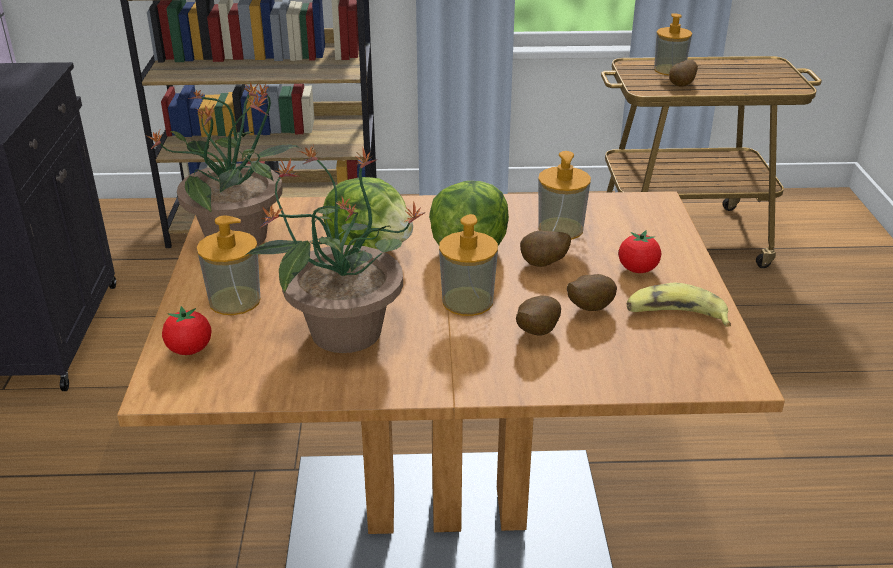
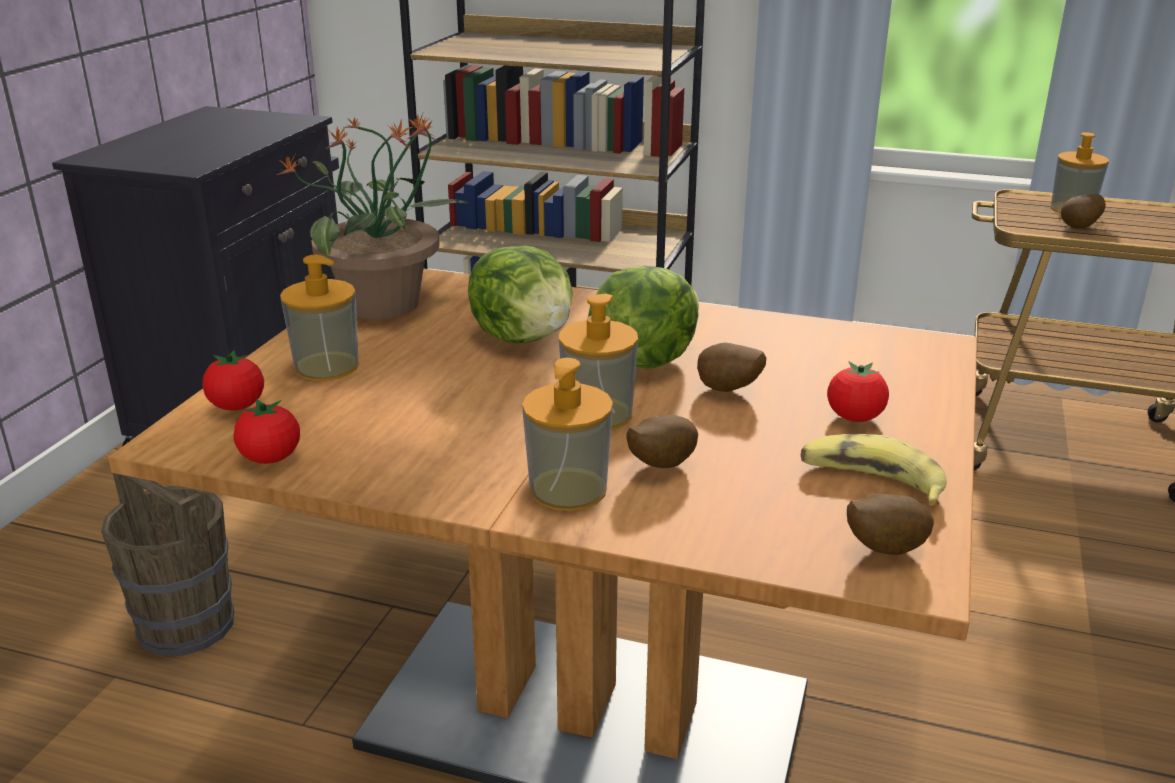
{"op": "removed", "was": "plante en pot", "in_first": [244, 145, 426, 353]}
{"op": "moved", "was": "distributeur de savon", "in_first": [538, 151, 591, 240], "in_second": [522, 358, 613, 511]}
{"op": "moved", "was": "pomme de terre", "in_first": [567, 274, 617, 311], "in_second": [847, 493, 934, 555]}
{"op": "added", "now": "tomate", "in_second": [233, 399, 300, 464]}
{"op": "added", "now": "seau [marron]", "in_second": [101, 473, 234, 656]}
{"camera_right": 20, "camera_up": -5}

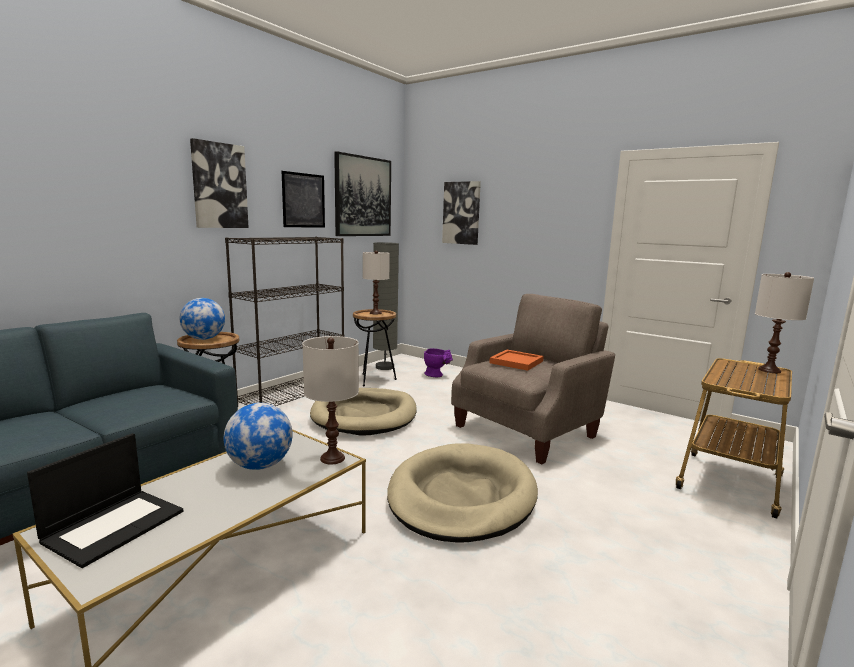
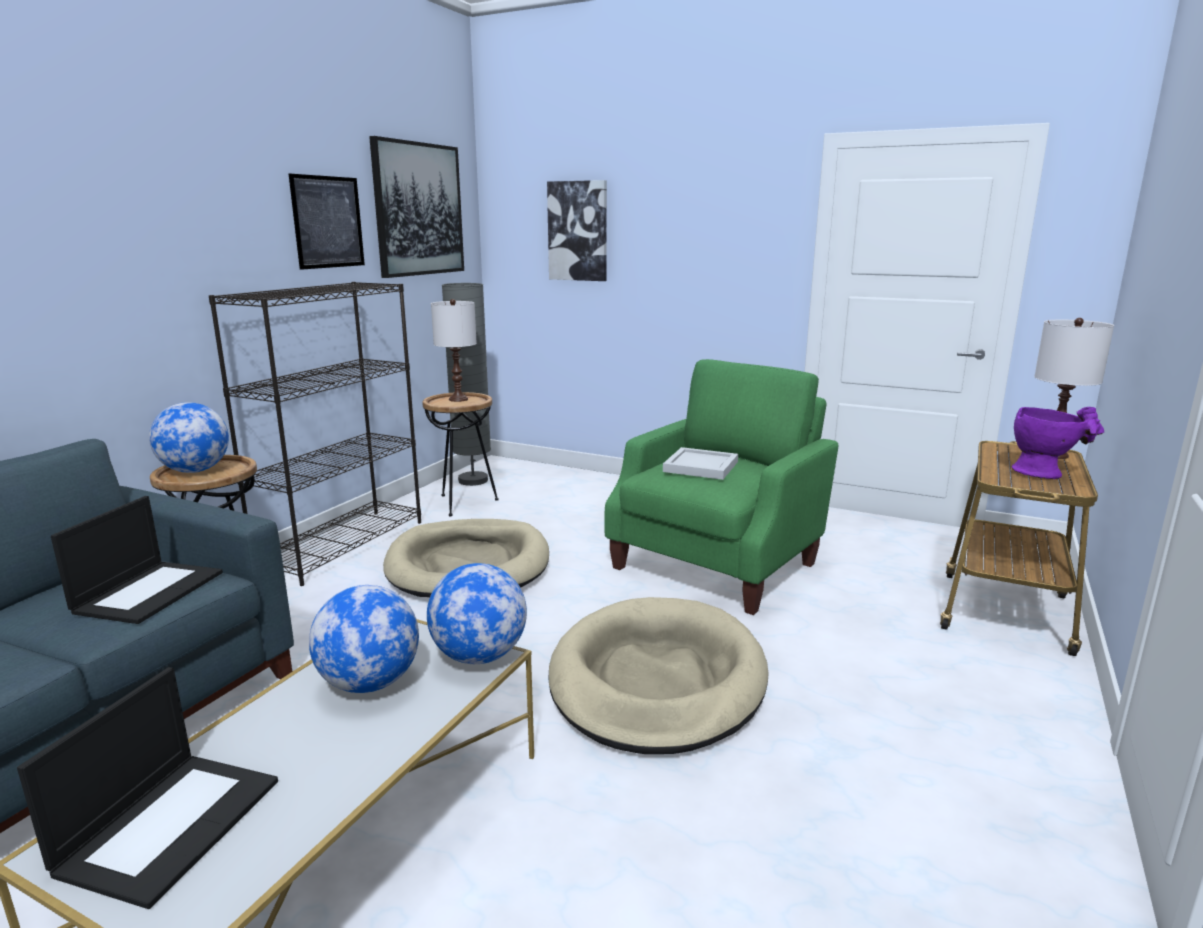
{"op": "removed", "was": "tableau", "in_first": [190, 138, 249, 228]}
{"op": "recoloured", "was": "fauteuil [beige]", "now": "fauteuil [vert]", "in_first": [451, 294, 615, 465], "in_second": [604, 359, 838, 615]}
{"op": "replaced", "was": "lampe de table [blanc]", "now": "globe", "in_first": [302, 336, 359, 464], "in_second": [427, 563, 527, 664]}
{"op": "moved", "was": "vase [violet]", "in_first": [424, 348, 453, 377], "in_second": [1012, 407, 1104, 479]}
{"op": "recoloured", "was": "plateau [orange]", "now": "plateau [blanc]", "in_first": [489, 350, 544, 371], "in_second": [663, 447, 738, 480]}
{"op": "added", "now": "ordinateur portable", "in_second": [51, 496, 223, 624]}
{"camera_right": -10, "camera_up": 5}

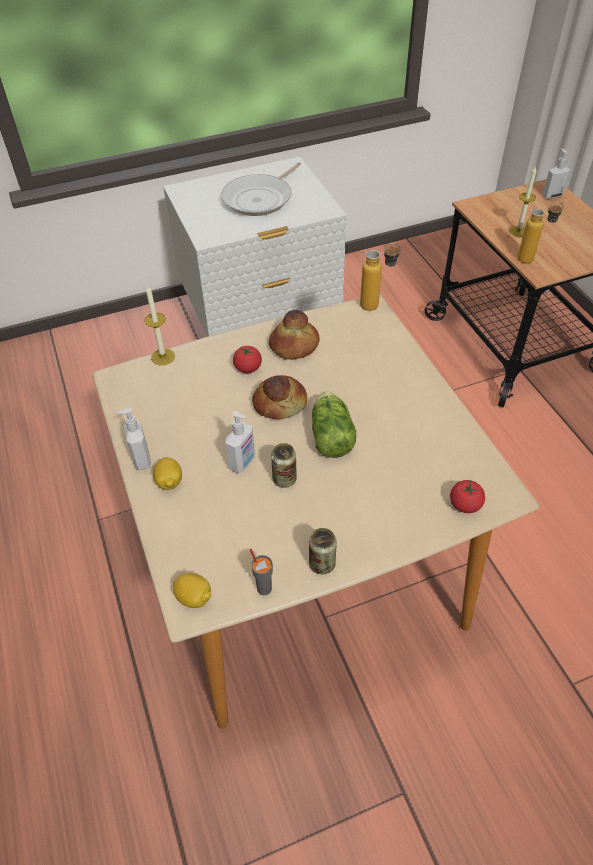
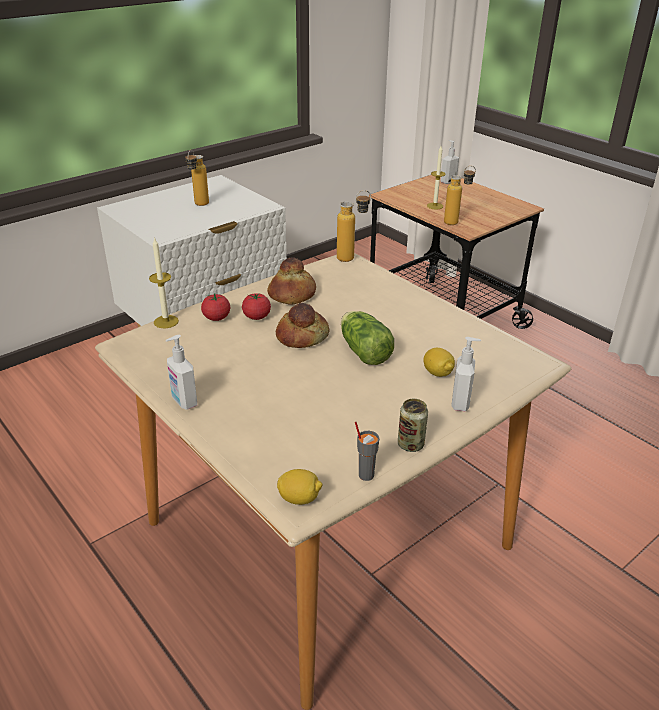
{"op": "replaced", "was": "poêle", "now": "bouteille", "in_first": [221, 162, 301, 216], "in_second": [185, 150, 209, 206]}
{"op": "moved", "was": "distributeur de savon", "in_first": [225, 411, 255, 474], "in_second": [452, 337, 481, 412]}
{"op": "removed", "was": "boîte métallique", "in_first": [271, 443, 297, 488]}
{"op": "moved", "was": "citron", "in_first": [153, 457, 182, 490], "in_second": [423, 348, 455, 377]}
{"op": "moved", "was": "tomate", "in_first": [450, 480, 485, 513], "in_second": [201, 293, 230, 321]}
{"camera_right": -20, "camera_up": -15}

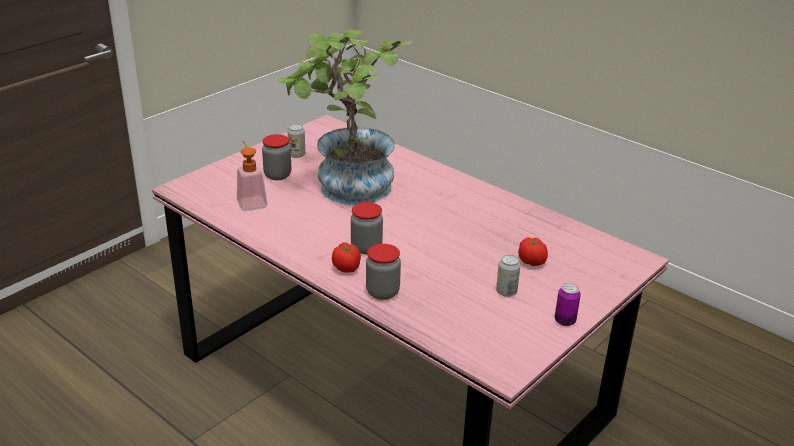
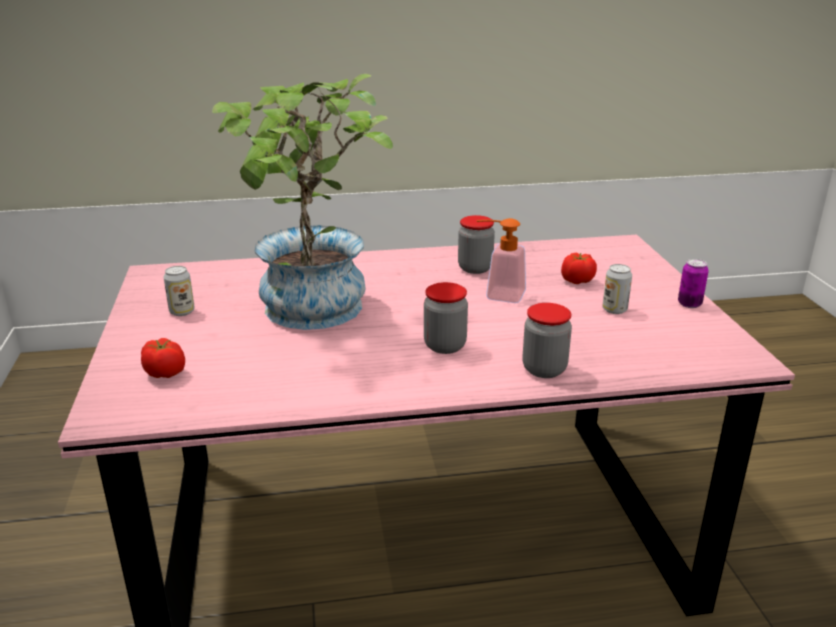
{"op": "moved", "was": "bocal", "in_first": [262, 134, 291, 180], "in_second": [458, 215, 495, 274]}
{"op": "moved", "was": "distributeur de savon", "in_first": [237, 141, 268, 211], "in_second": [476, 218, 526, 303]}
{"op": "moved", "was": "tomate", "in_first": [332, 242, 361, 273], "in_second": [141, 338, 185, 378]}
{"camera_right": -50, "camera_up": -5}

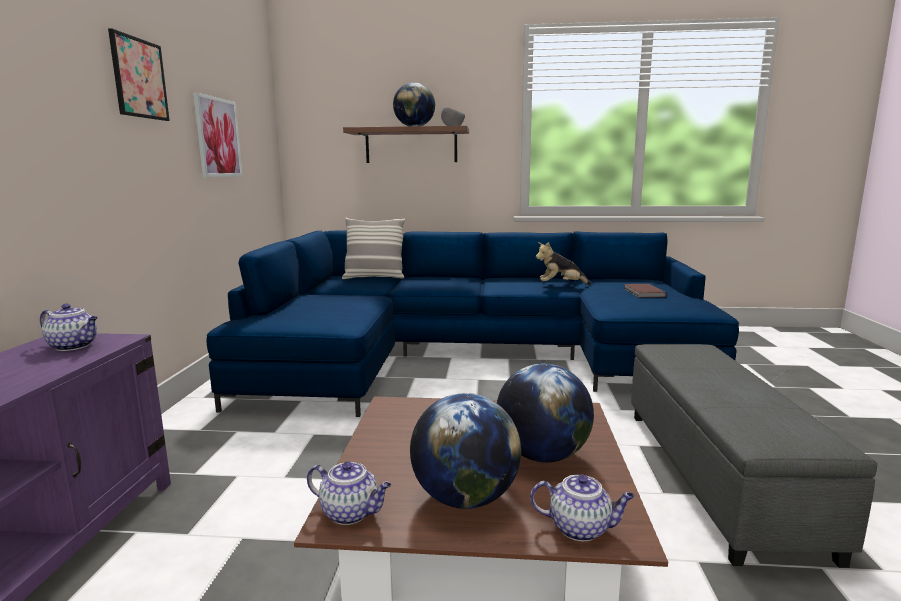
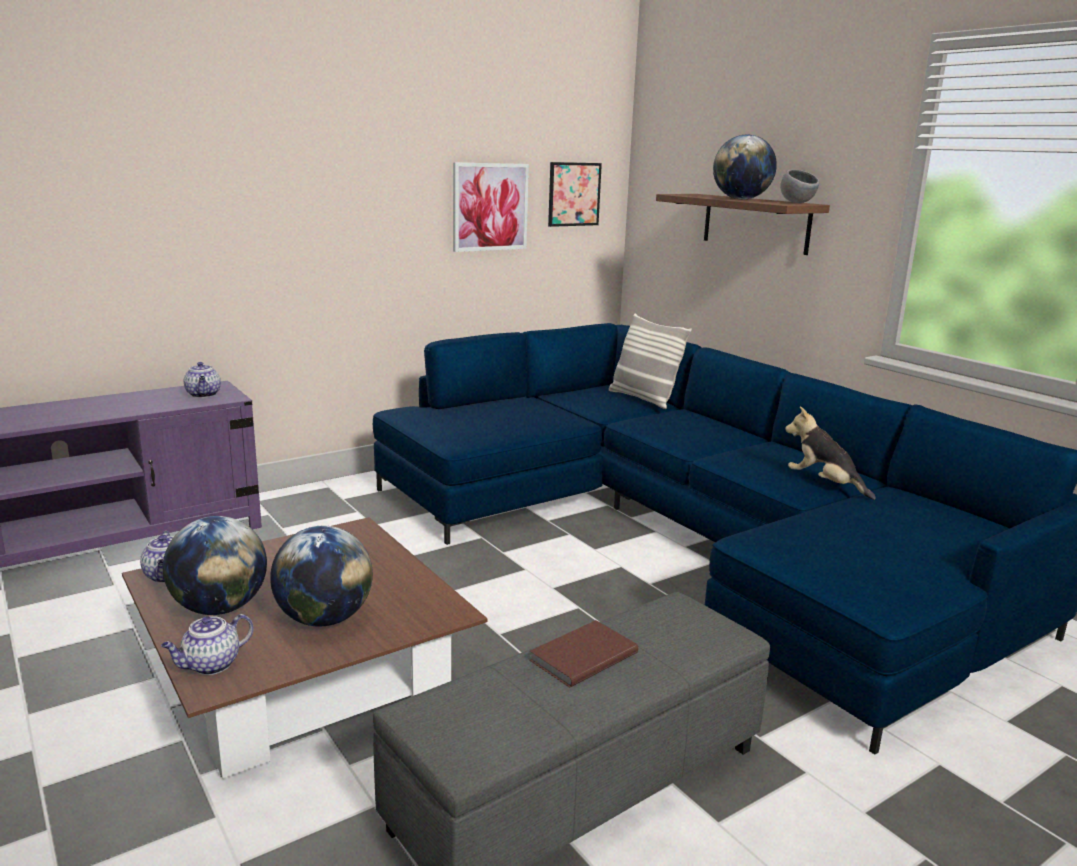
{"op": "moved", "was": "tableau", "in_first": [108, 28, 170, 121], "in_second": [548, 162, 602, 227]}
{"op": "moved", "was": "livre [marron]", "in_first": [624, 284, 667, 298], "in_second": [530, 620, 638, 688]}
{"op": "turned", "was": "théière", "in_first": [530, 474, 635, 541], "in_second": [161, 614, 254, 675], "clockwise": 75}
{"camera_right": 50, "camera_up": 5}

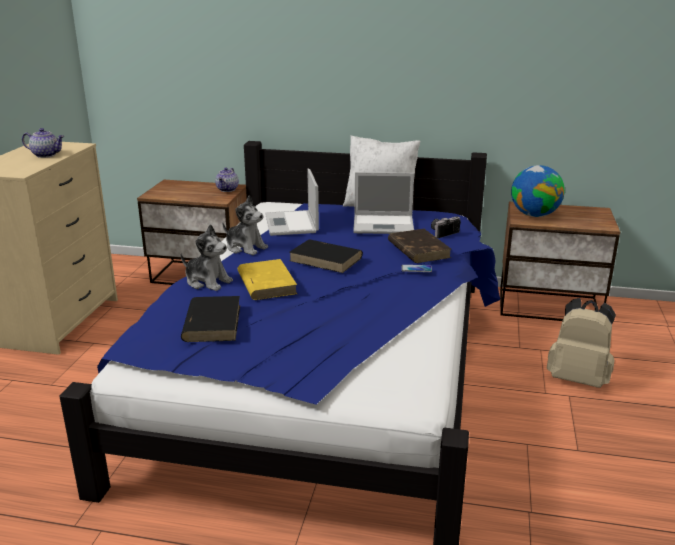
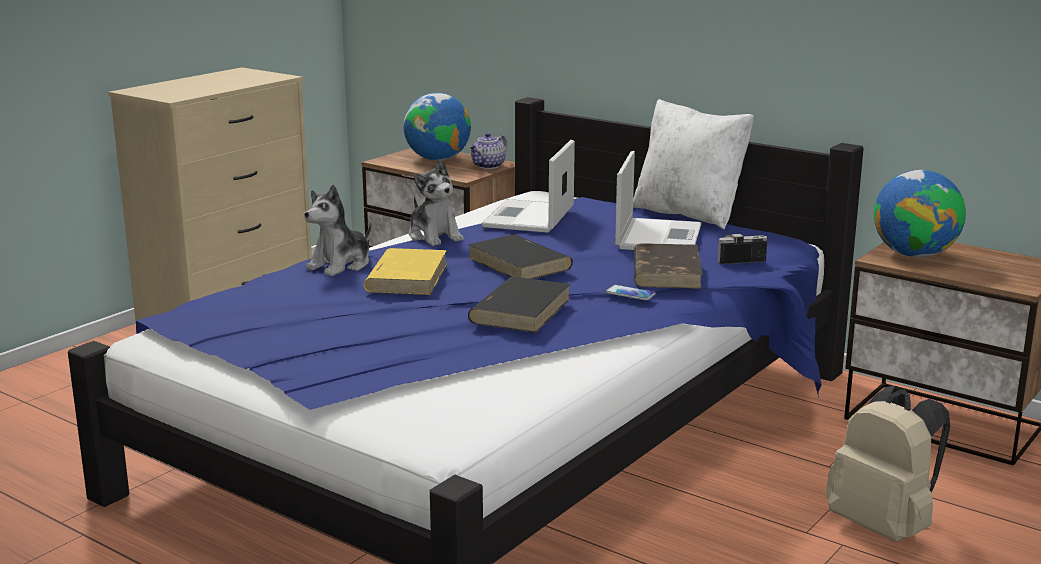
{"op": "removed", "was": "théière", "in_first": [22, 128, 64, 158]}
{"op": "turned", "was": "ordinateur portable", "in_first": [353, 172, 414, 234], "in_second": [615, 151, 702, 250], "clockwise": -105}
{"op": "turned", "was": "peluche", "in_first": [181, 224, 233, 291], "in_second": [304, 184, 372, 276], "clockwise": 75}
{"op": "moved", "was": "livre [noir]", "in_first": [181, 296, 240, 342], "in_second": [468, 277, 571, 333]}
{"op": "added", "now": "globe", "in_second": [403, 93, 471, 160]}
{"camera_right": 25, "camera_up": -5}

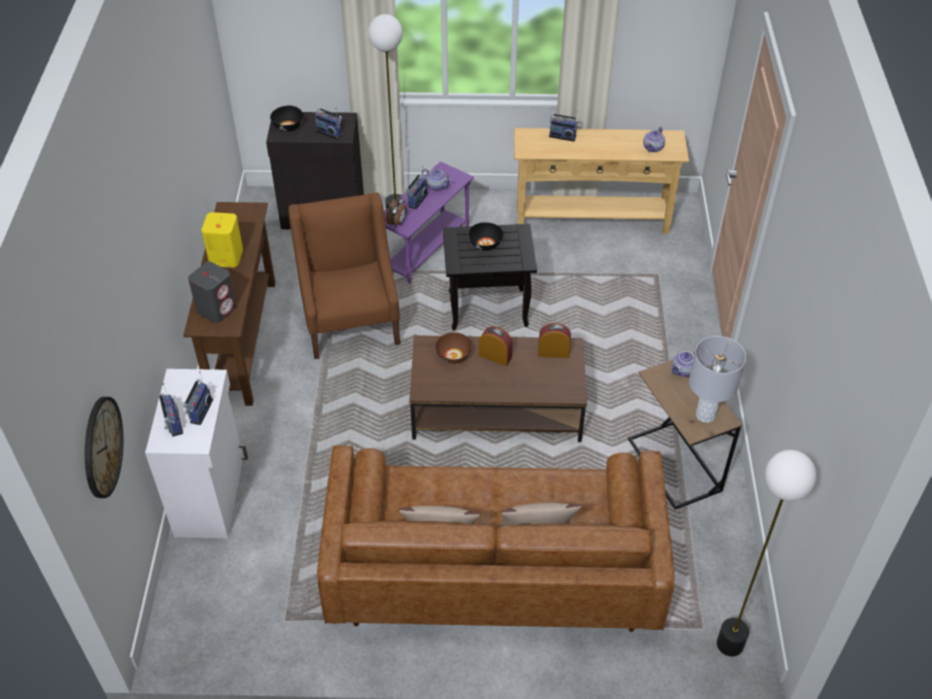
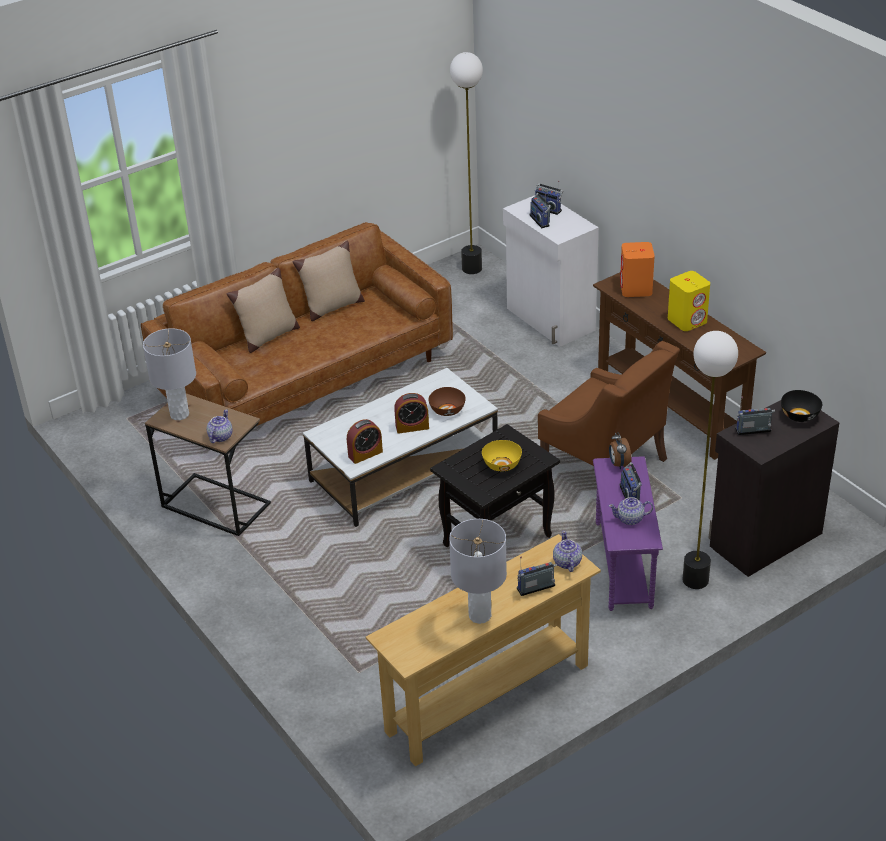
{"op": "moved", "was": "théière", "in_first": [643, 127, 665, 152], "in_second": [553, 531, 582, 572]}
{"op": "recoloured", "was": "bol [noir]", "now": "bol [jaune]", "in_first": [469, 222, 503, 251], "in_second": [482, 440, 522, 472]}
{"op": "recoloured", "was": "enceinte [gris]", "now": "enceinte [orange]", "in_first": [188, 262, 237, 323], "in_second": [620, 242, 655, 297]}
{"op": "recoloured", "was": "table basse [marron]", "now": "table basse [blanc]", "in_first": [409, 335, 587, 442], "in_second": [303, 368, 498, 527]}
{"op": "removed", "was": "horloge murale", "in_first": [85, 397, 123, 498]}
{"op": "moved", "was": "lampadaire", "in_first": [717, 450, 817, 657], "in_second": [450, 52, 483, 274]}
{"op": "added", "now": "lampe de table [gris]", "in_second": [449, 519, 507, 624]}
{"camera_right": 145, "camera_up": -10}

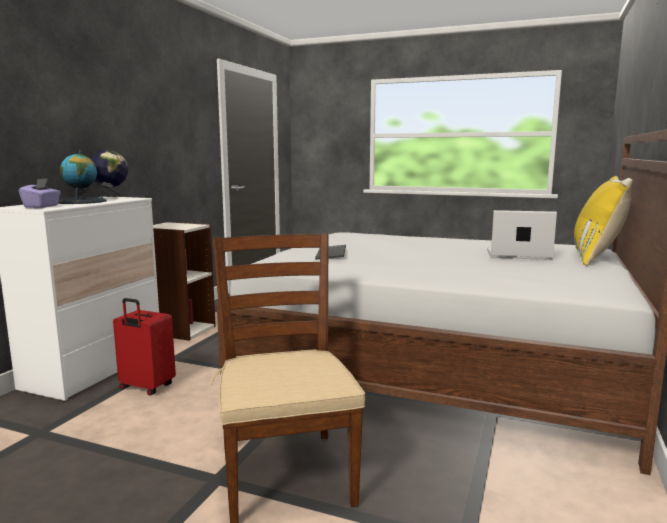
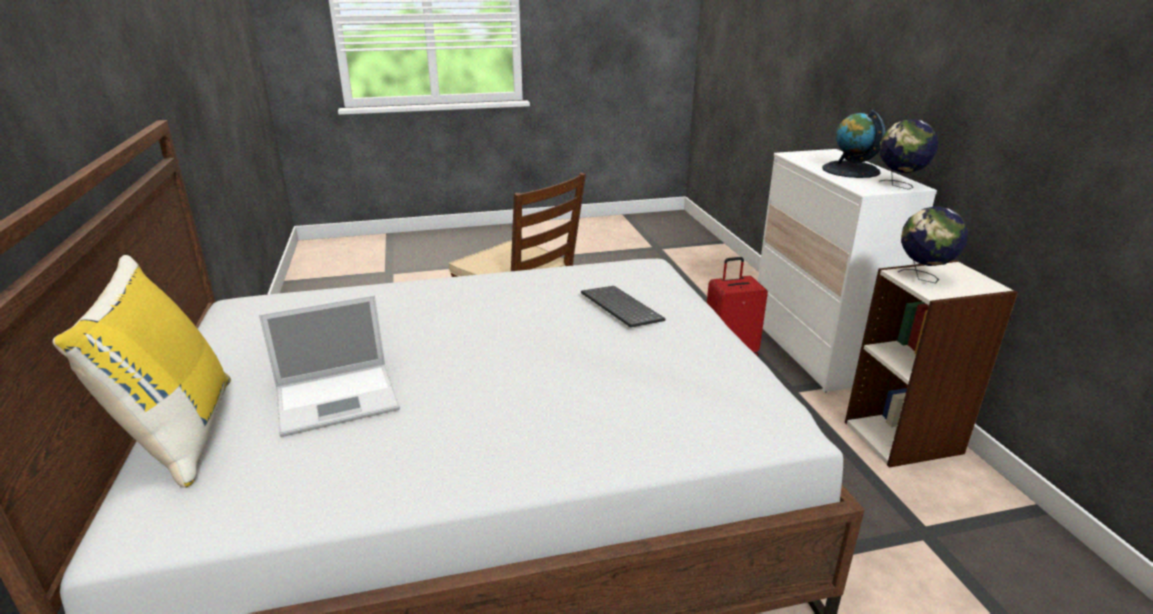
{"op": "removed", "was": "boîte à mouchoirs [violet]", "in_first": [19, 178, 61, 208]}
{"op": "added", "now": "globe", "in_second": [898, 206, 968, 283]}
{"camera_right": 145, "camera_up": 15}

